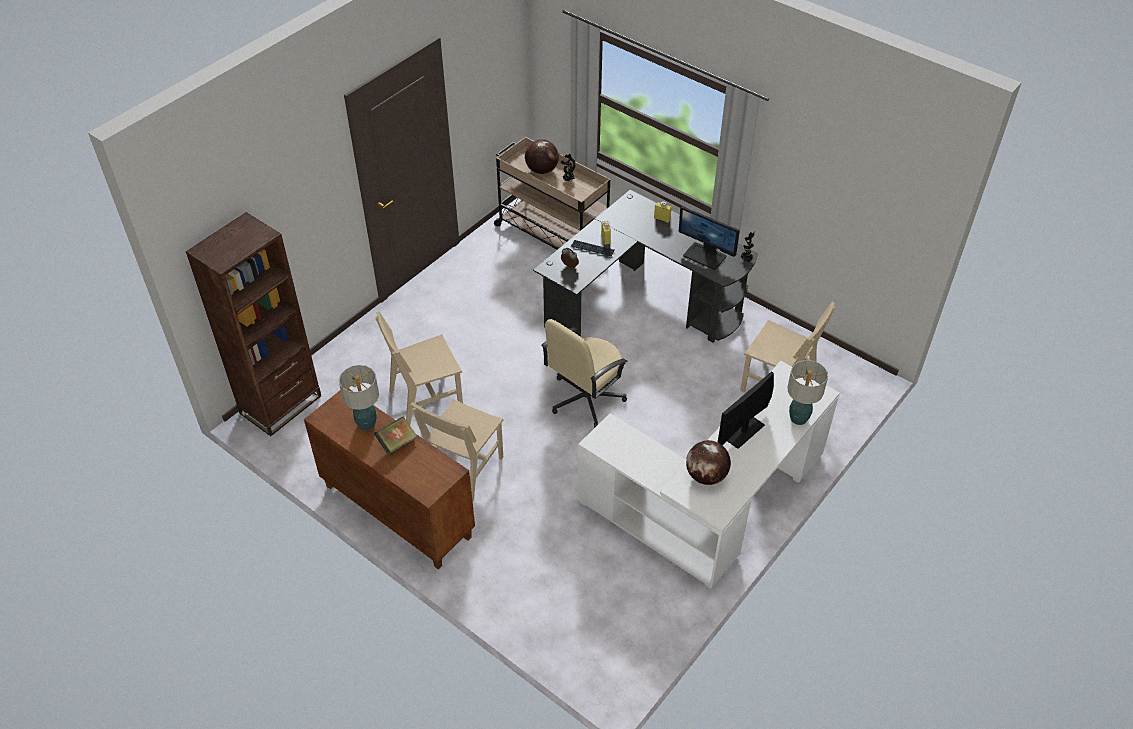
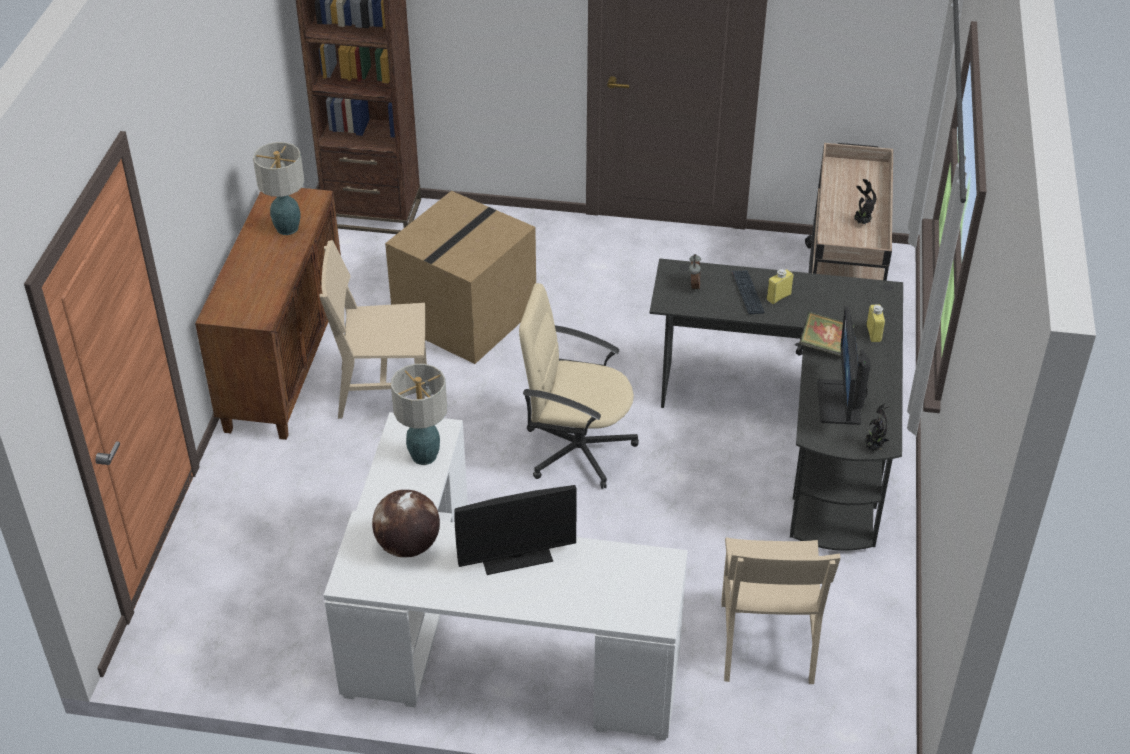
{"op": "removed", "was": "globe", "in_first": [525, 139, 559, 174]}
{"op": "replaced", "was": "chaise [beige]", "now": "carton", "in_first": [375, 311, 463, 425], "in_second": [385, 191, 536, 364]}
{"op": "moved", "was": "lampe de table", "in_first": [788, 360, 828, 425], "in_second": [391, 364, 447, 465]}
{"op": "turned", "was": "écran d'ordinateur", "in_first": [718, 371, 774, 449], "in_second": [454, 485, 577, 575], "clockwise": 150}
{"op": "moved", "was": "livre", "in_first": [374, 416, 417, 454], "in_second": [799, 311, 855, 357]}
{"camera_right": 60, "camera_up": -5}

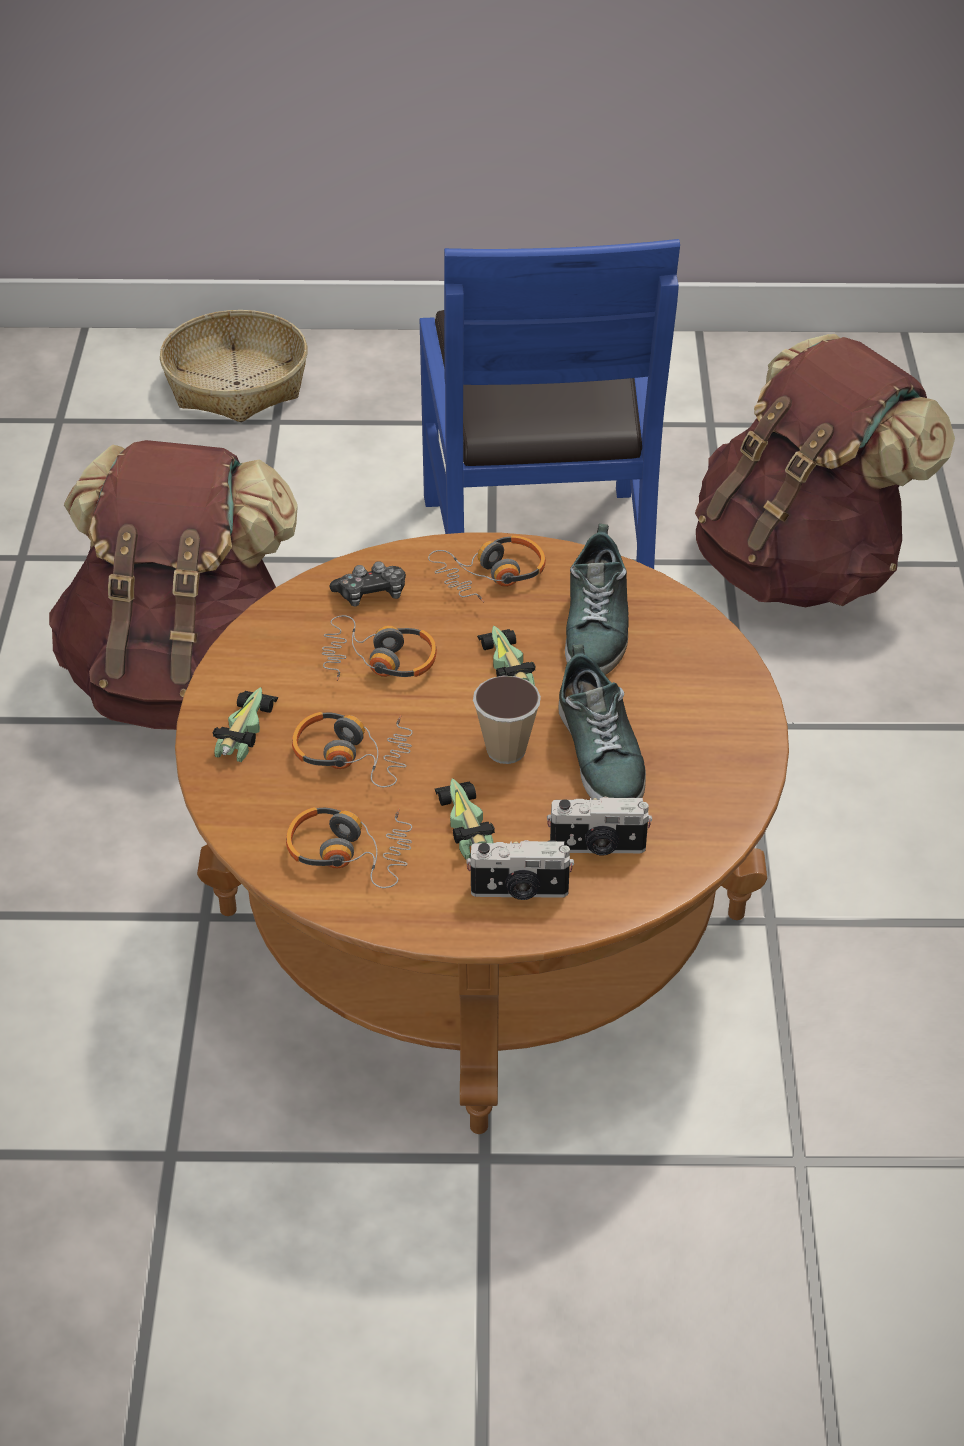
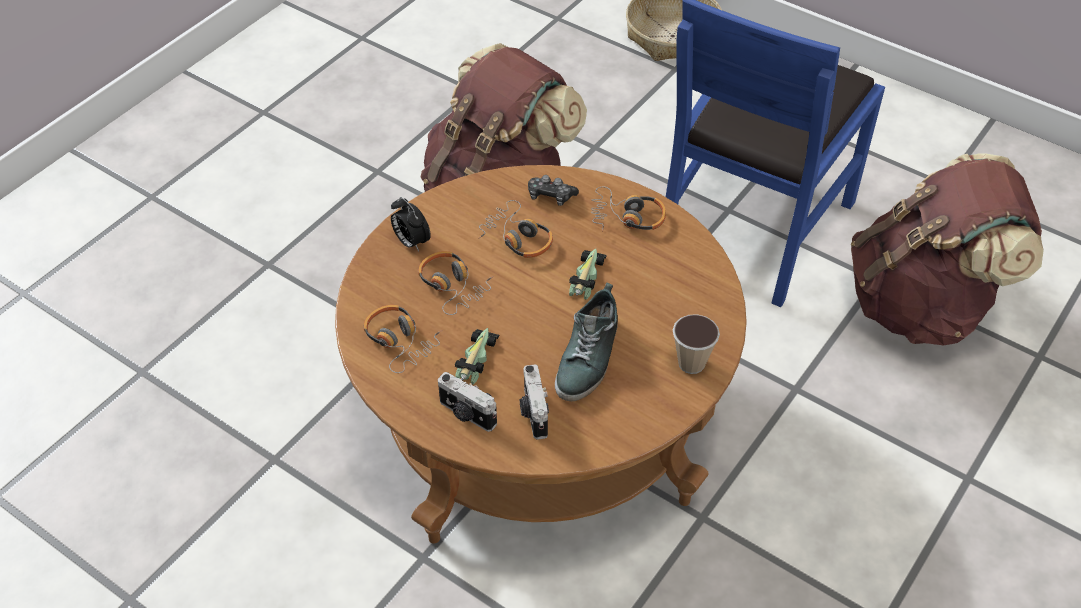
{"op": "removed", "was": "chaussure", "in_first": [565, 523, 628, 675]}
{"op": "moved", "was": "tasse", "in_first": [473, 676, 541, 764], "in_second": [673, 314, 720, 374]}
{"op": "replaced", "was": "petite voiture", "now": "réveil", "in_first": [212, 687, 278, 762], "in_second": [391, 197, 431, 252]}
{"op": "turned", "was": "appareil photo", "in_first": [547, 797, 652, 855], "in_second": [520, 365, 549, 440], "clockwise": 45}
{"camera_right": 35, "camera_up": 5}

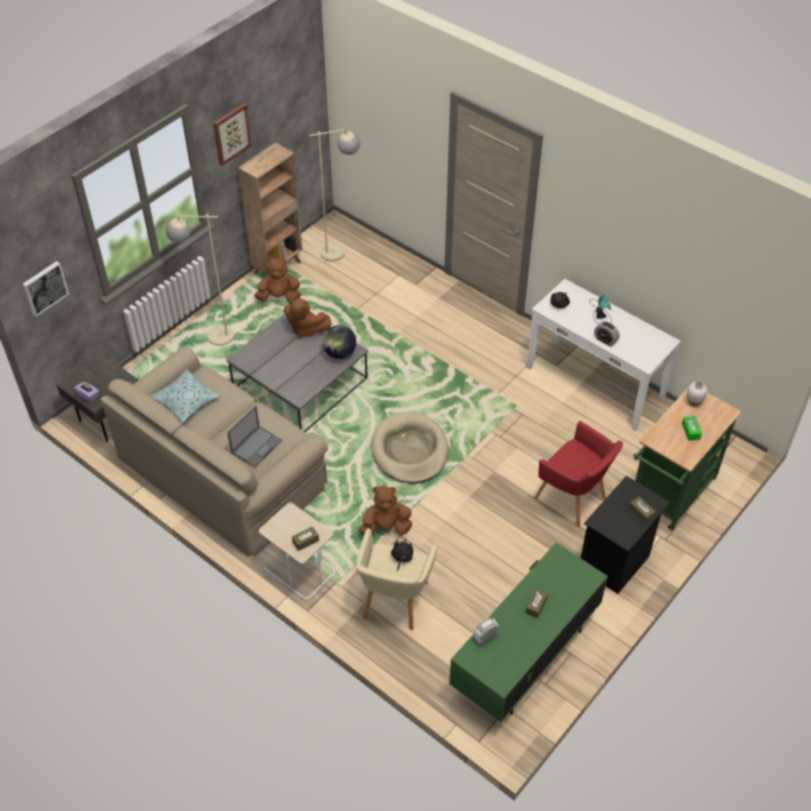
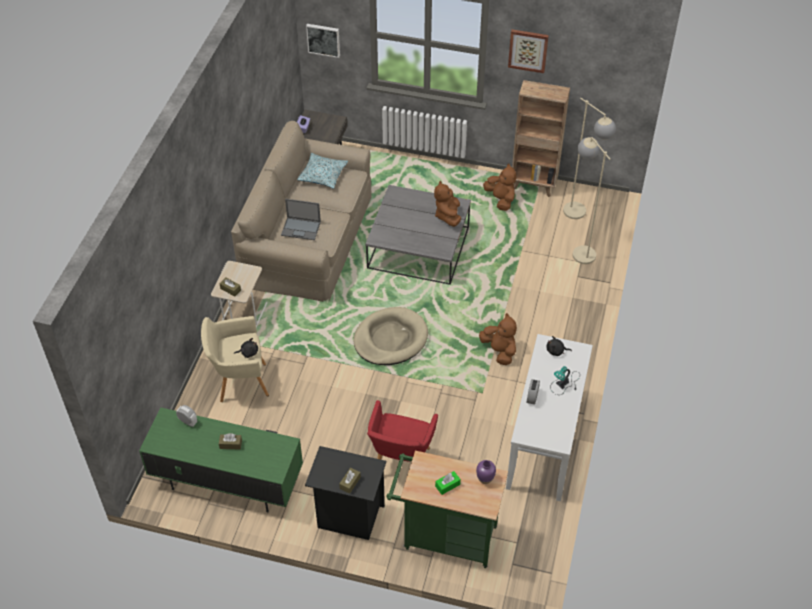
{"op": "moved", "was": "lampadaire [beige]", "in_first": [165, 214, 234, 346], "in_second": [572, 137, 611, 264]}
{"op": "removed", "was": "globe", "in_first": [323, 325, 356, 359]}
{"op": "recoloured", "was": "vase [blanc]", "now": "vase [violet]", "in_first": [687, 381, 707, 407], "in_second": [476, 460, 496, 484]}
{"op": "moved", "was": "peluche [marron]", "in_first": [359, 486, 412, 536], "in_second": [479, 313, 517, 365]}
{"camera_right": 65, "camera_up": 0}

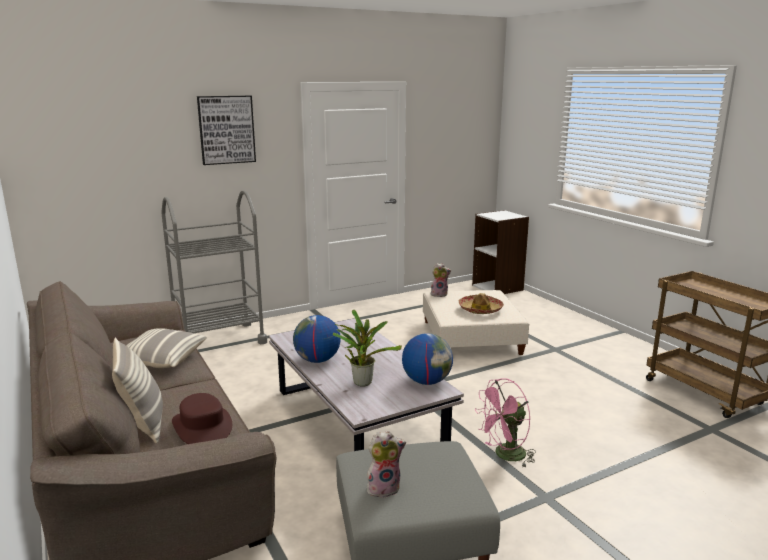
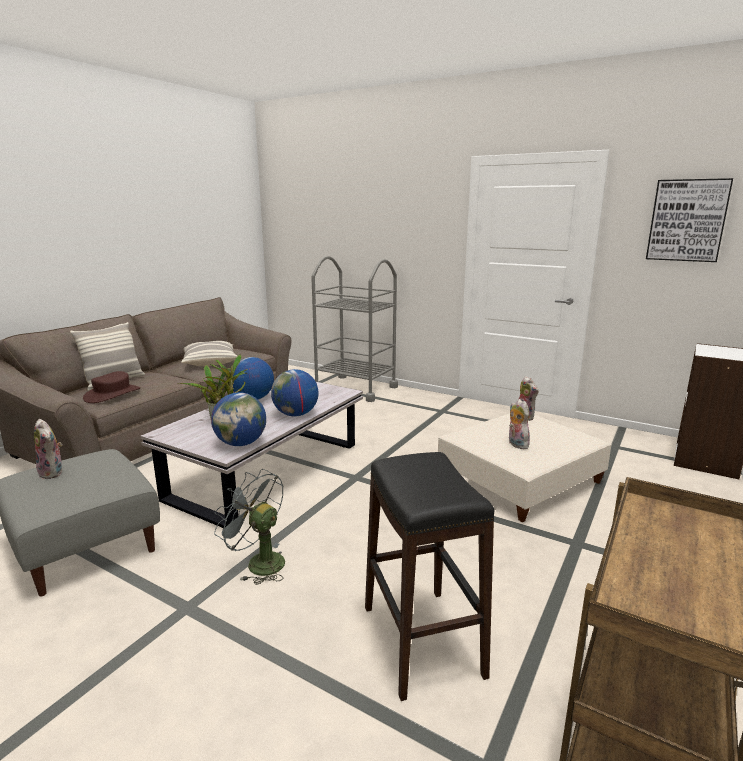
{"op": "moved", "was": "tableau", "in_first": [197, 96, 256, 165], "in_second": [646, 178, 733, 262]}
{"op": "replaced", "was": "chapeau", "now": "peluche", "in_first": [458, 293, 504, 314], "in_second": [509, 399, 530, 449]}
{"op": "recoloured", "was": "ventilateur [rose]", "now": "ventilateur [gris]", "in_first": [475, 378, 536, 467], "in_second": [214, 469, 285, 585]}
{"op": "added", "now": "globe", "in_second": [271, 369, 319, 416]}
{"op": "added", "now": "tabouret [noir]", "in_second": [365, 452, 494, 701]}
{"camera_right": 60, "camera_up": 0}

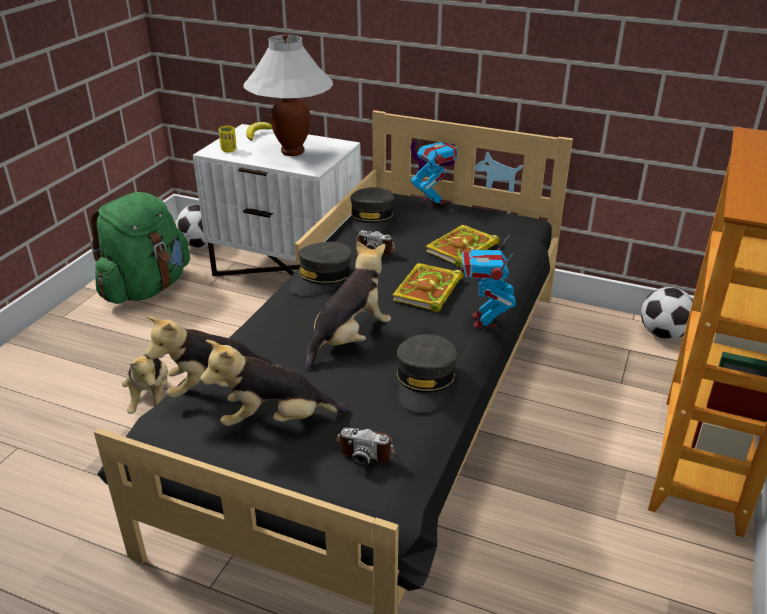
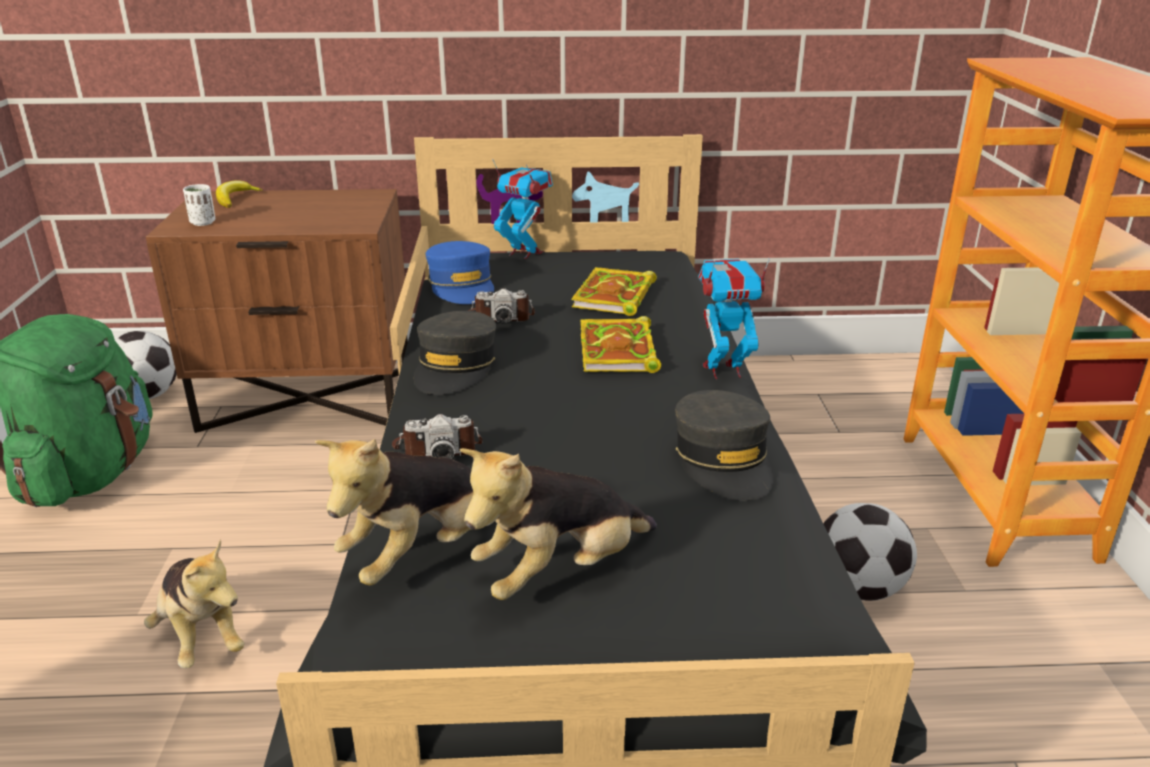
{"op": "removed", "was": "lampe de table [blanc]", "in_first": [243, 34, 333, 156]}
{"op": "recoloured", "was": "table de chevet [blanc]", "now": "table de chevet [marron]", "in_first": [193, 124, 361, 276], "in_second": [146, 189, 408, 433]}
{"op": "recoloured", "was": "tasse [jaune]", "now": "tasse [blanc]", "in_first": [219, 126, 237, 152], "in_second": [183, 184, 215, 226]}
{"op": "recoloured", "was": "casquette [gris]", "now": "casquette [bleu]", "in_first": [351, 187, 394, 233], "in_second": [426, 241, 494, 304]}
{"op": "turned", "was": "robot jouet", "in_first": [461, 234, 516, 329], "in_second": [698, 257, 770, 379], "clockwise": 105}
{"op": "removed", "was": "peluche", "in_first": [305, 241, 391, 370]}
{"op": "moved", "was": "ballon de foot", "in_first": [641, 287, 693, 340], "in_second": [823, 503, 917, 601]}
{"op": "moved", "was": "appareil photo", "in_first": [334, 427, 396, 467], "in_second": [392, 414, 483, 459]}
{"camera_right": -25, "camera_up": -5}

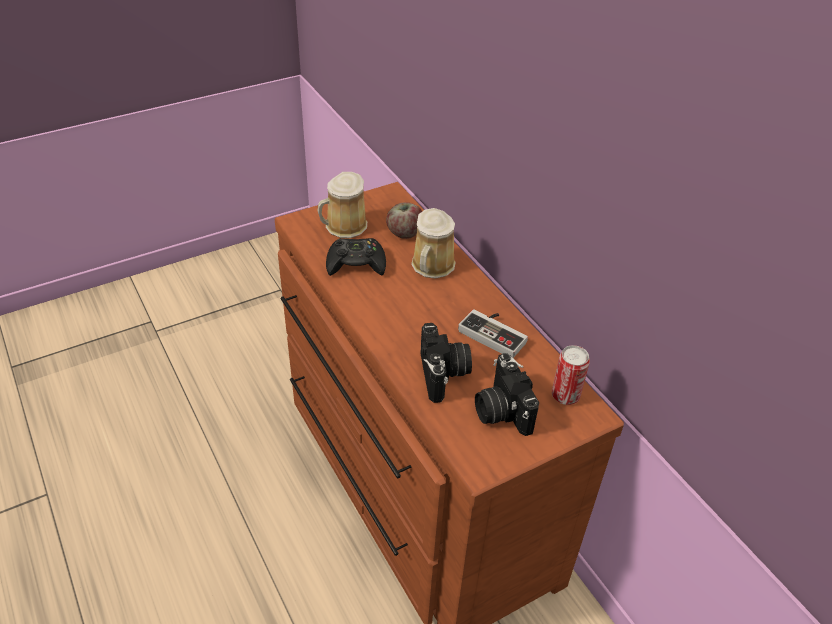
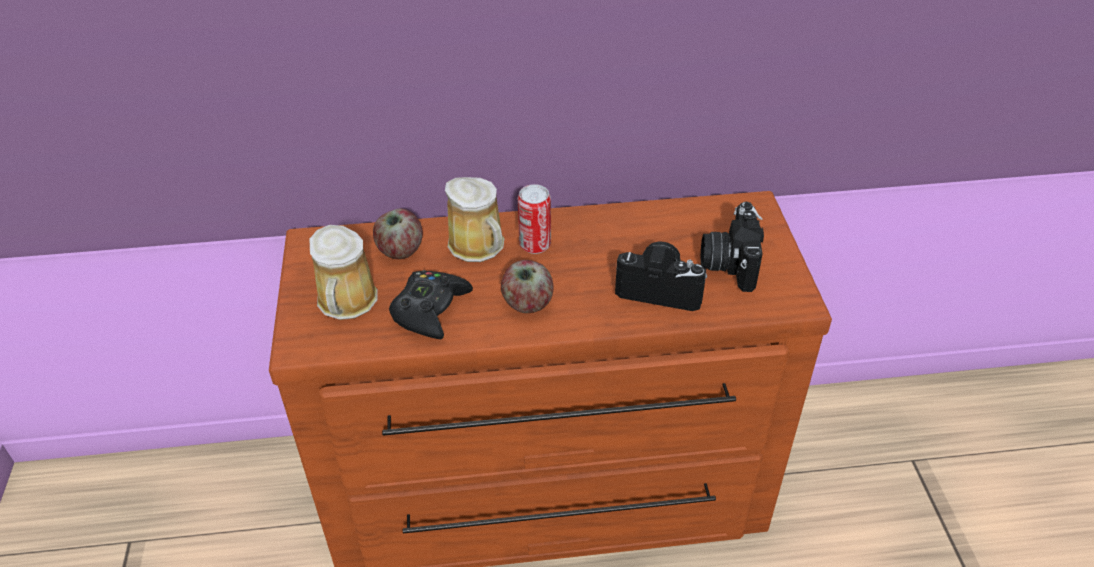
{"op": "removed", "was": "manette", "in_first": [458, 309, 528, 358]}
{"op": "moved", "was": "boîte métallique", "in_first": [552, 345, 590, 405], "in_second": [518, 184, 551, 254]}
{"op": "turned", "was": "appareil photo", "in_first": [475, 353, 539, 436], "in_second": [701, 202, 764, 292], "clockwise": 90}
{"op": "added", "now": "pomme", "in_second": [501, 260, 554, 313]}
{"camera_right": -65, "camera_up": 0}

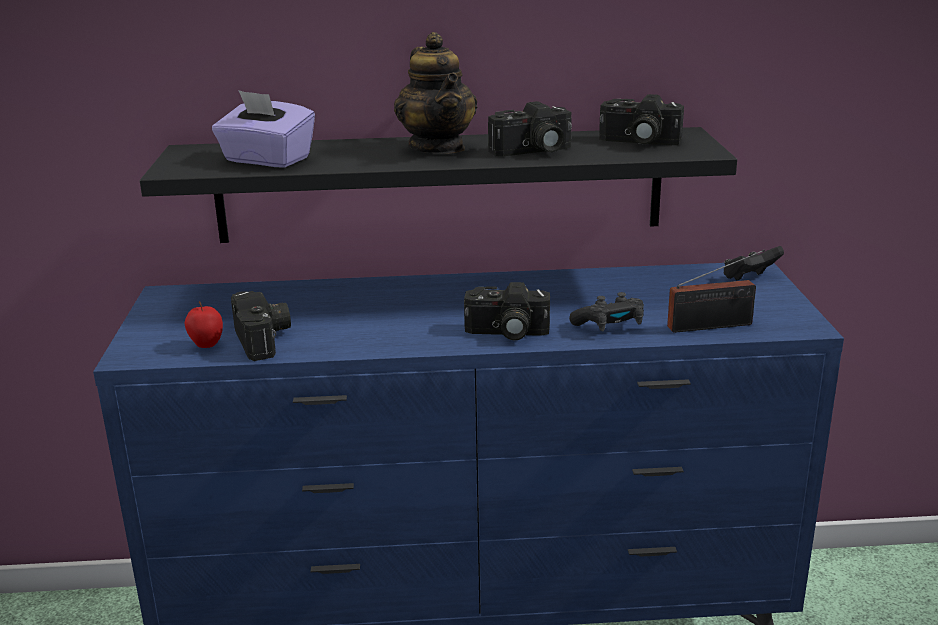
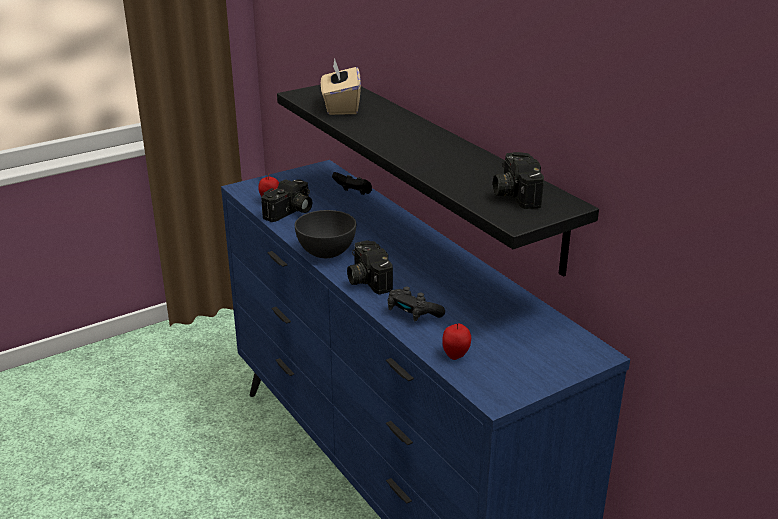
{"op": "removed", "was": "théière", "in_first": [394, 32, 477, 154]}
{"op": "recoloured", "was": "boîte à mouchoirs [violet]", "now": "boîte à mouchoirs [beige]", "in_first": [212, 90, 315, 168], "in_second": [321, 58, 361, 115]}
{"op": "removed", "was": "appareil photo", "in_first": [488, 101, 572, 156]}
{"op": "moved", "was": "manette [noir]", "in_first": [723, 246, 784, 281], "in_second": [332, 172, 372, 195]}
{"op": "replaced", "was": "radio", "now": "pomme", "in_first": [667, 249, 765, 333], "in_second": [442, 323, 471, 360]}
{"op": "added", "now": "bol [gris]", "in_second": [295, 210, 356, 258]}
{"camera_right": 60, "camera_up": 5}

